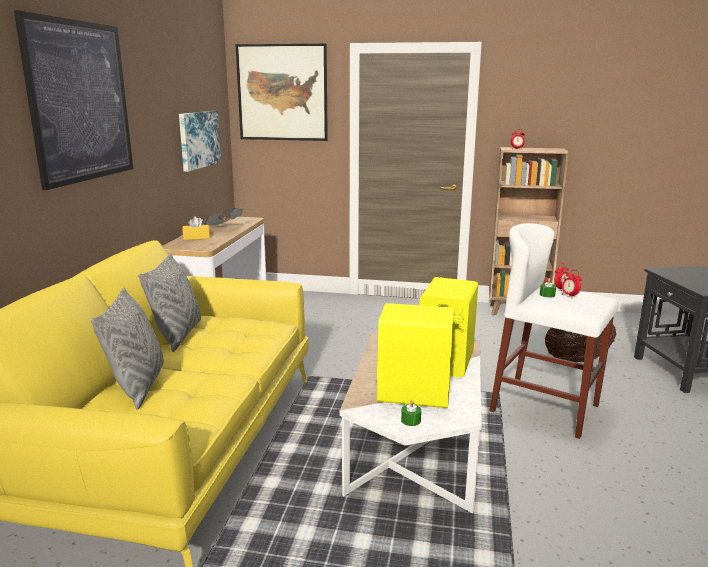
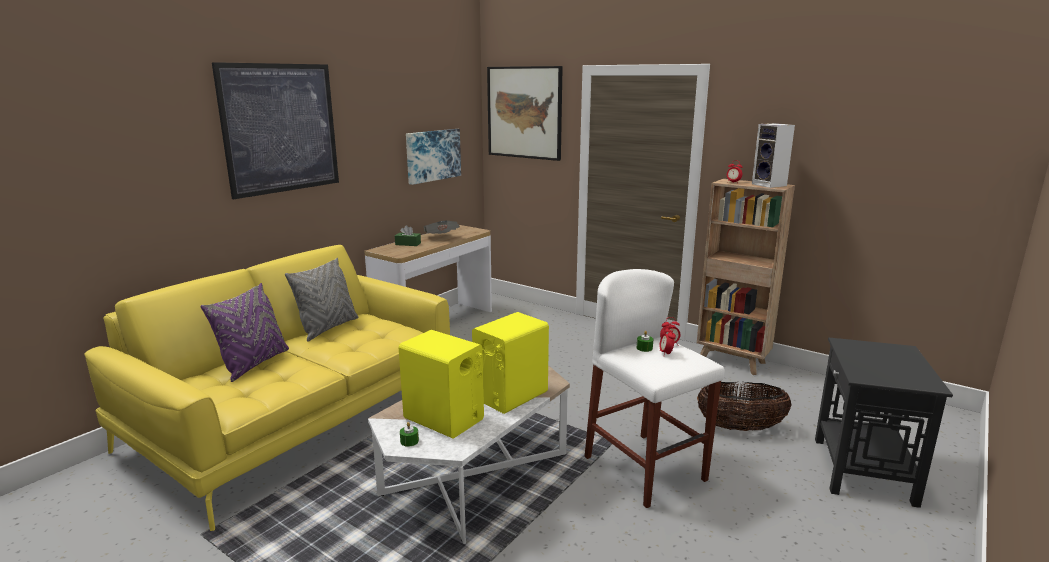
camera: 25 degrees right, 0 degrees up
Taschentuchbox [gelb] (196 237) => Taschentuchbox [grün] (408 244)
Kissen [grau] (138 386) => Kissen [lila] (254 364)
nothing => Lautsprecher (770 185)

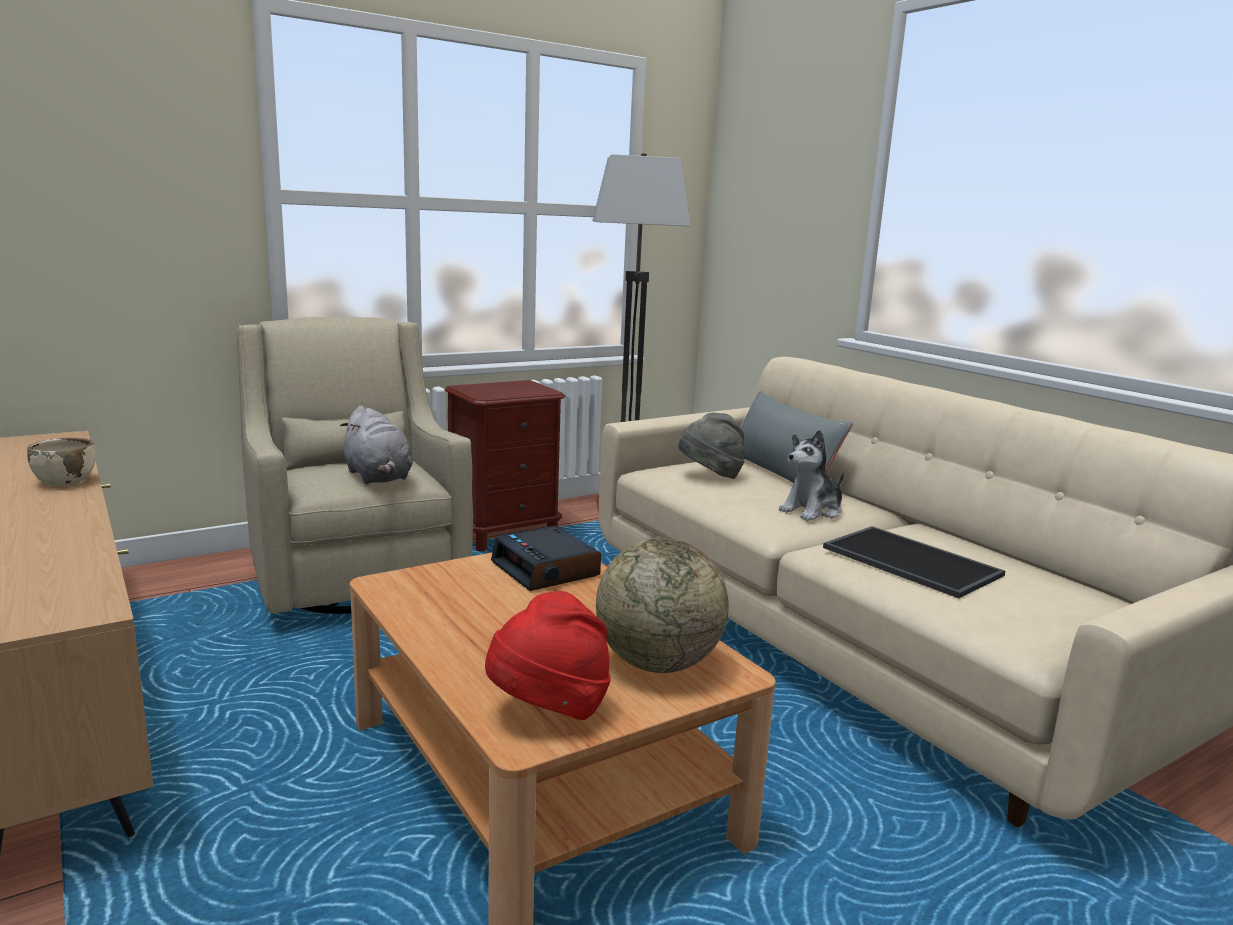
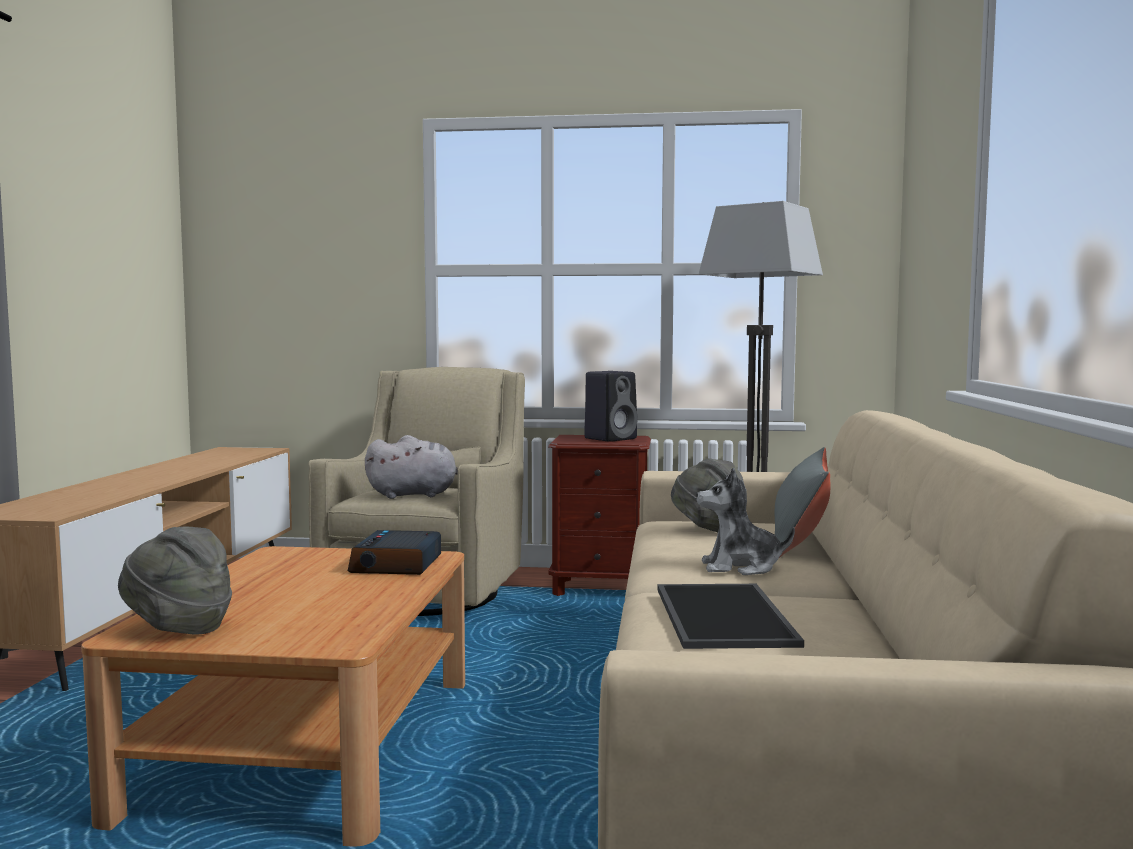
camera: 40 degrees right, 10 degrees down
Plüschtier [grau] (378 477) => Plüschtier [grau] (416 495), 105 degrees counterclockwise
Schüssel [beige] (66 481) => nothing
Globus (657 663) => nothing
Hut [rot] (548 710) => Hut [grau] (178 628)
nothing => Lautsprecher [schwarz] (611 438)

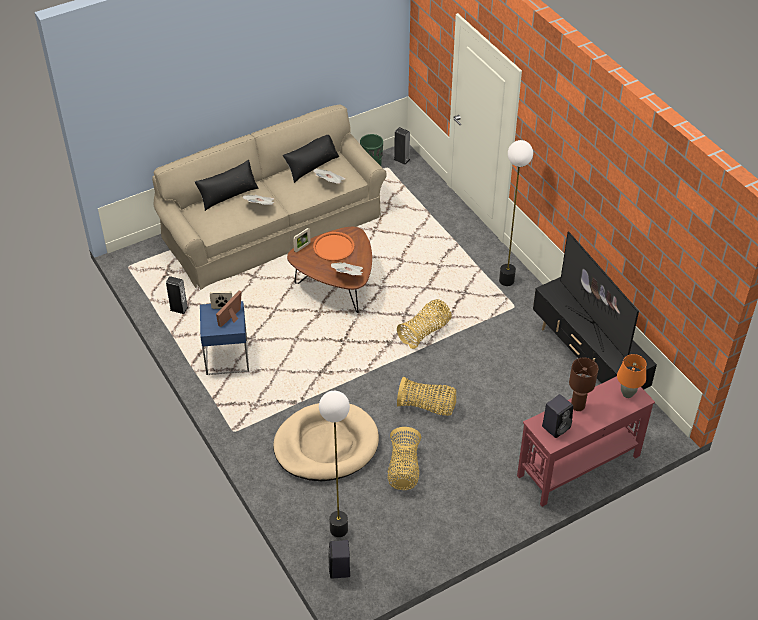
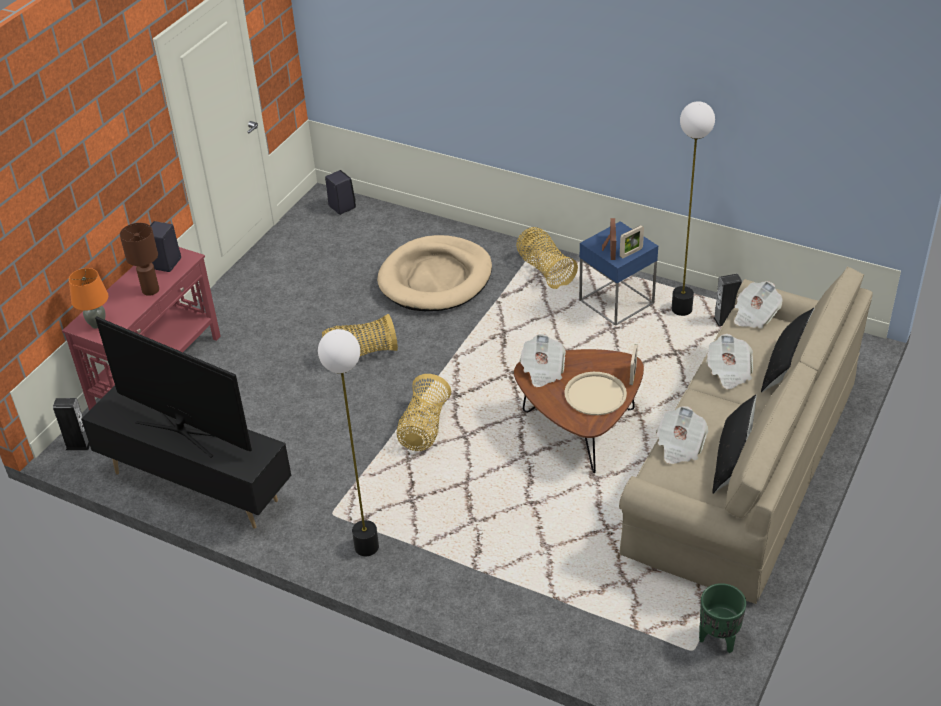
camera: 150 degrees right, 5 degrees down
Lautsprecher (401 159) => Lautsprecher (78 444), moved
Tablett [orange] (333 247) => Tablett [beige] (595 394)
Stehlampe (338 529) => Stehlampe (682 309), moved
Korb (403 469) => Korb (545 270), moved
nothing => Zeitung (754 315)

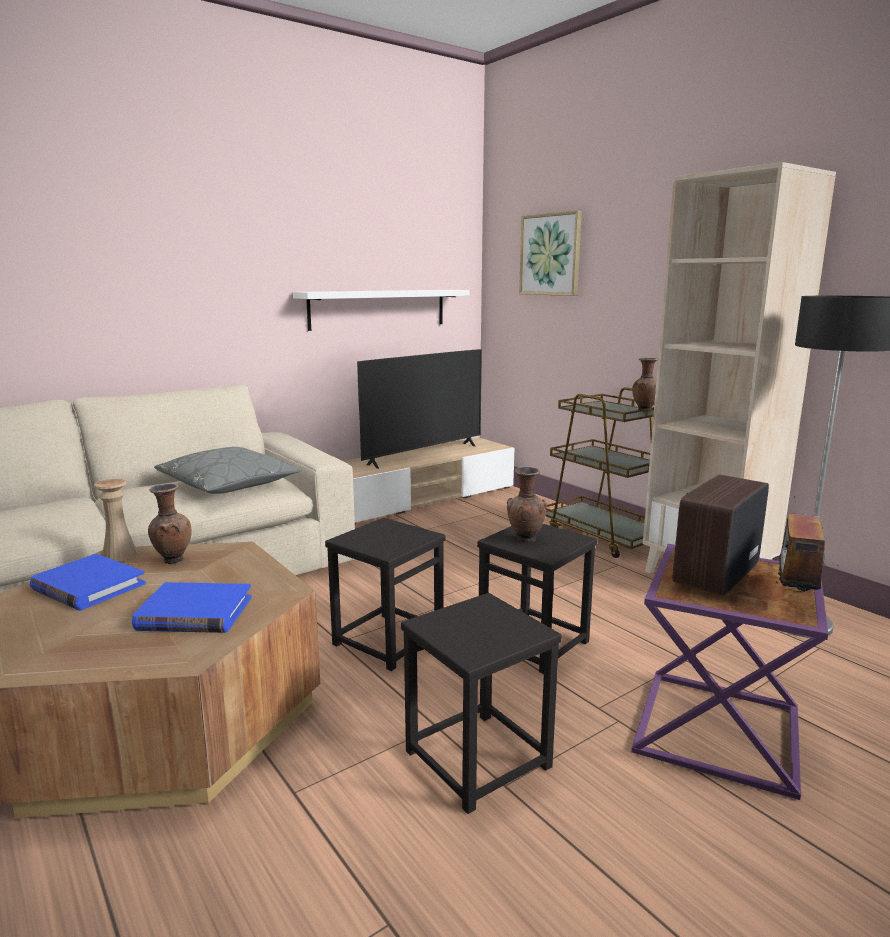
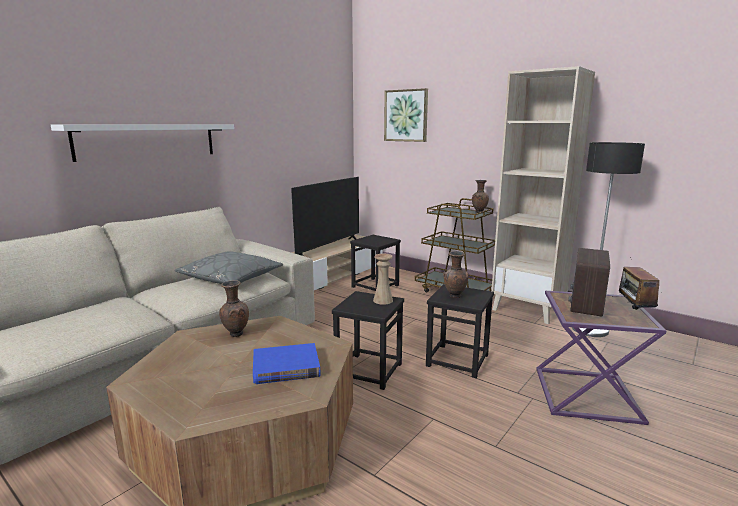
camera: 15 degrees left, 0 degrees up
Wandregal [weiß] (378 309) => Wandregal [weiß] (148 141), moved
Vase [beige] (120 555) => Vase [beige] (383 300), moved
Buch [blau] (88 587) => nothing
Hocker [schwarz] (478 760) => Hocker [schwarz] (375 286), moved

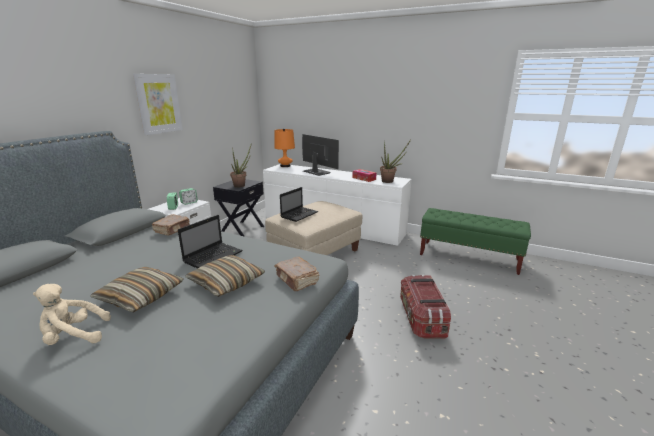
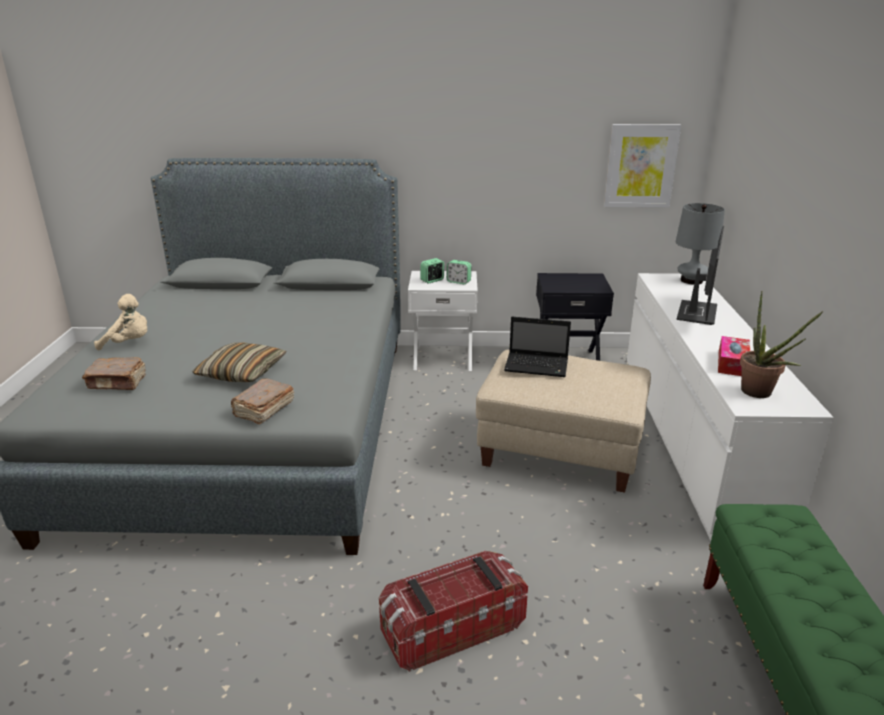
camera: 65 degrees right, 5 degrees up
Bild (158 104) => Bild (641 166), moved
Tischlampe [orange] (285 166) => Tischlampe [grau] (691 280)
Topfpflanze (241 185) => nothing
Buch [braun] (173 230) => Buch [braun] (118 383), moved
Laptop (214 256) => nothing
Kissen (141 296) => nothing
Plüschtier [beige] (74 337) => Plüschtier [beige] (129 343), 135 degrees clockwise

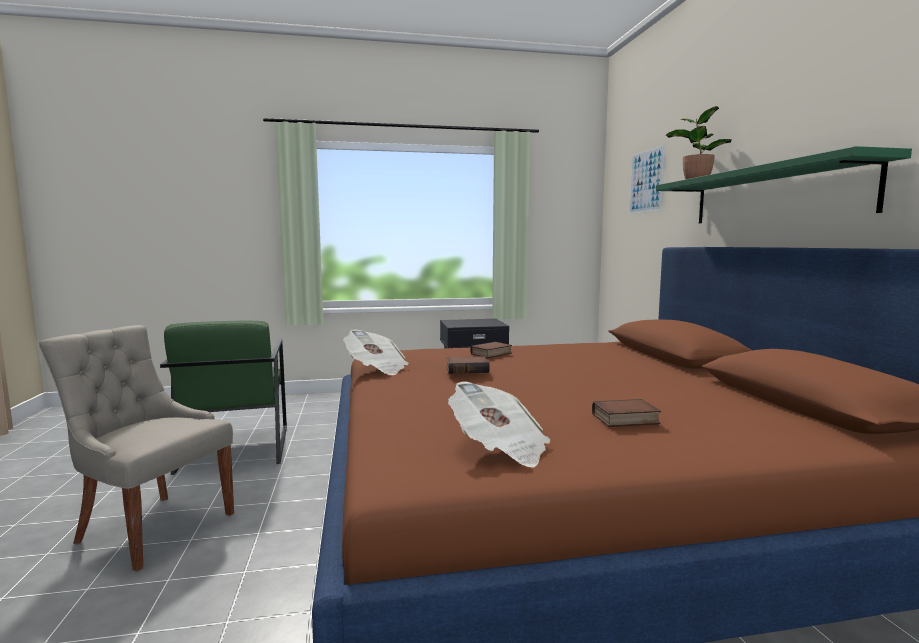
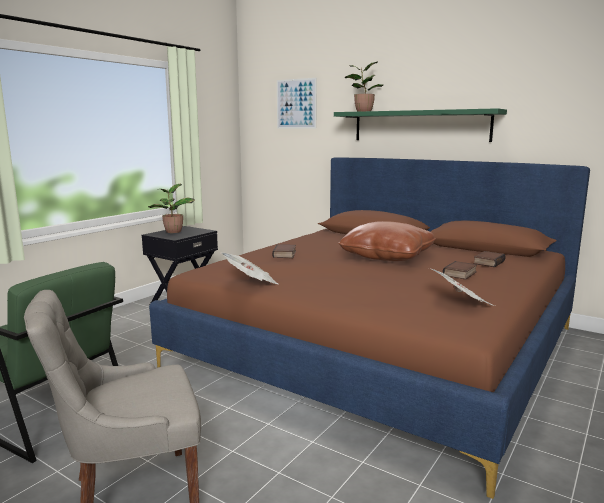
camera: 45 degrees left, 5 degrees up
Buch (467 369) => Buch (488 262), moved
nothing => Topfpflanze (173 231)
nothing => Kissen [braun] (387 257)

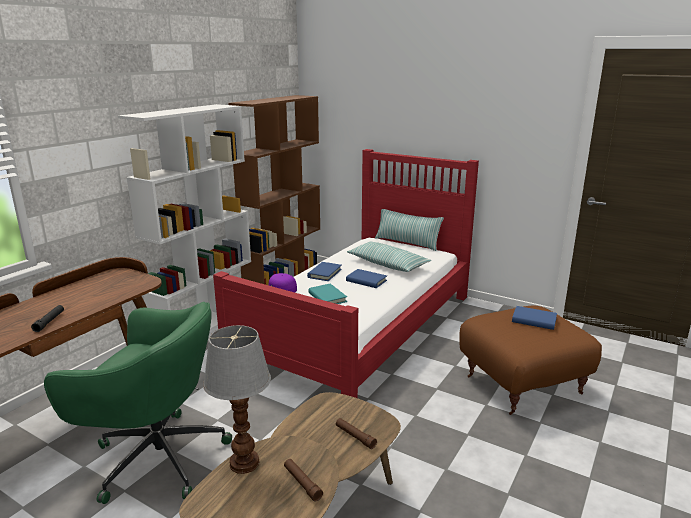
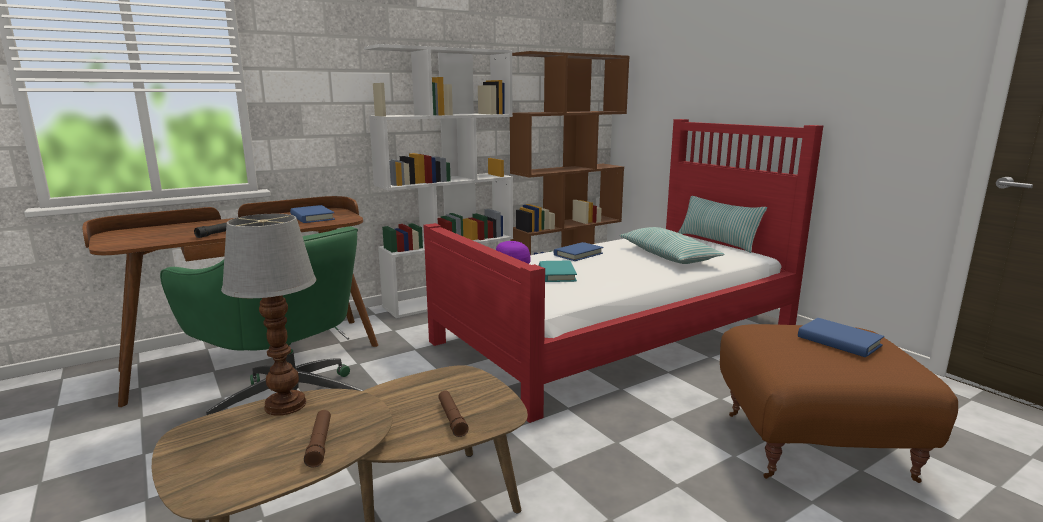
camera: 25 degrees right, 5 degrees down
Buch [blau] (366 281) => Buch [blau] (312 217), moved

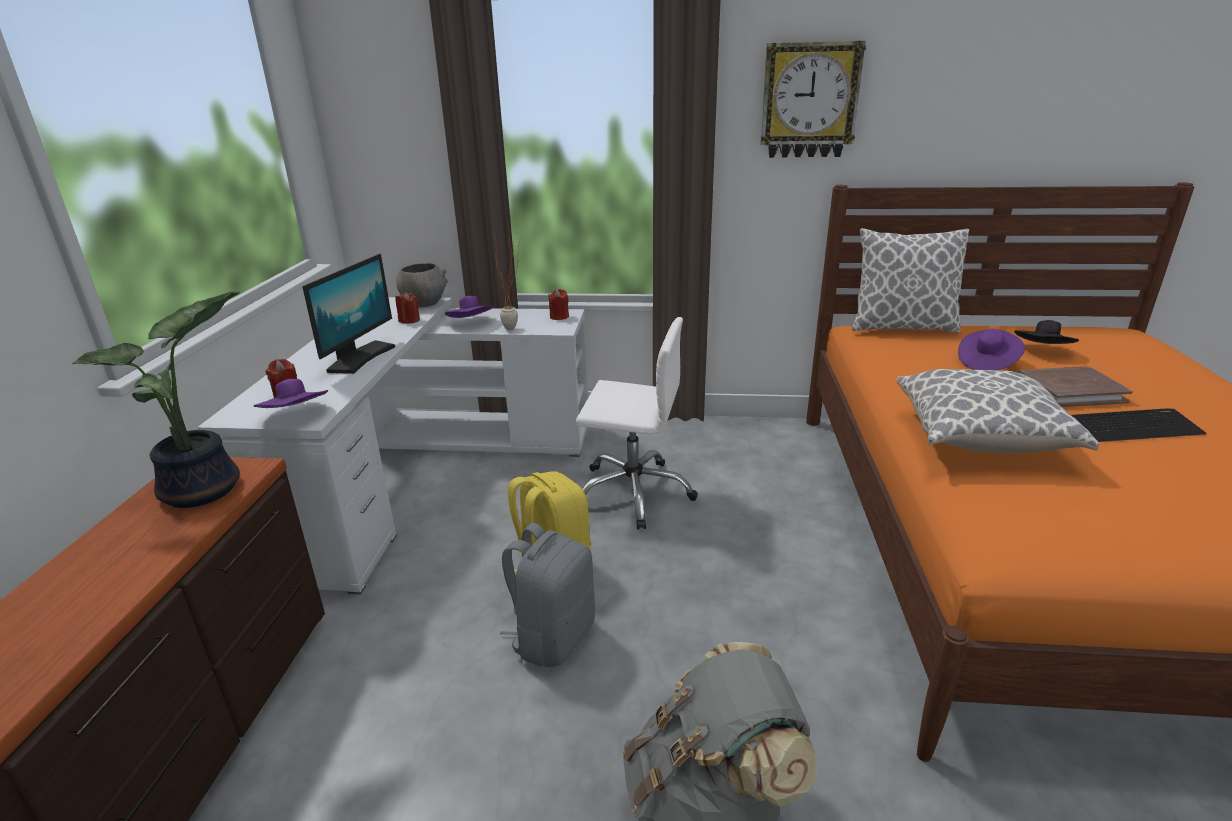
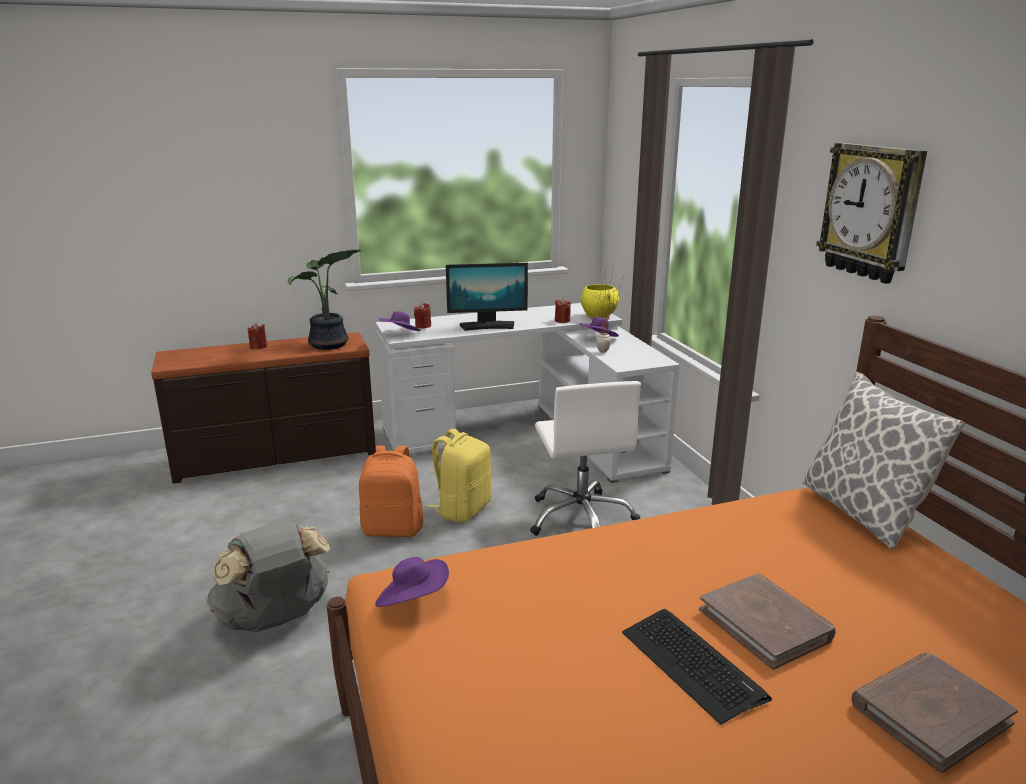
camera: 65 degrees right, 5 degrees down
Schüssel [grau] (424 303) => Schüssel [gelb] (599 316)
Kerze [rot] (559 317) => Kerze [rot] (258 347), moved
Hut [schwarz] (1042 351) => nothing
Hut [lila] (986 363) => Hut [lila] (413 600), moved
Kissen (980 437) => nothing
Rucksack [grau] (553 637) => Rucksack [orange] (393 529)
nothing => Buch [braun] (930 713)

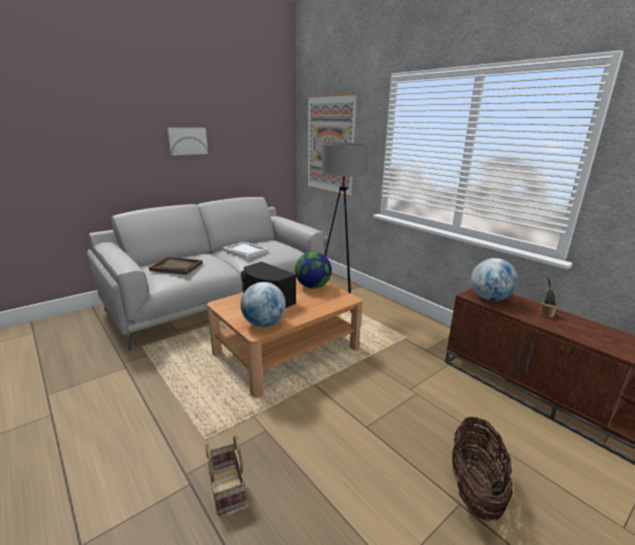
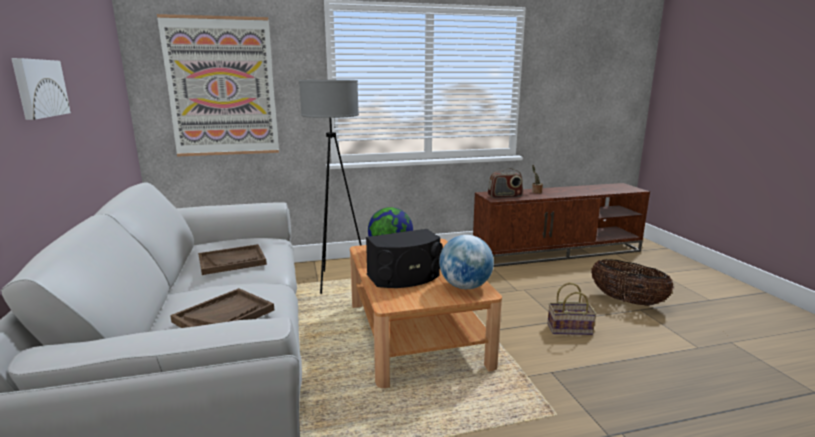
camera: 65 degrees left, 5 degrees down
Tablett [weiß] (245 251) => Tablett [braun] (232 261)
Globus (490 299) => Radio (505 196)
Korb (228 489) => Korb (570 328), moved

